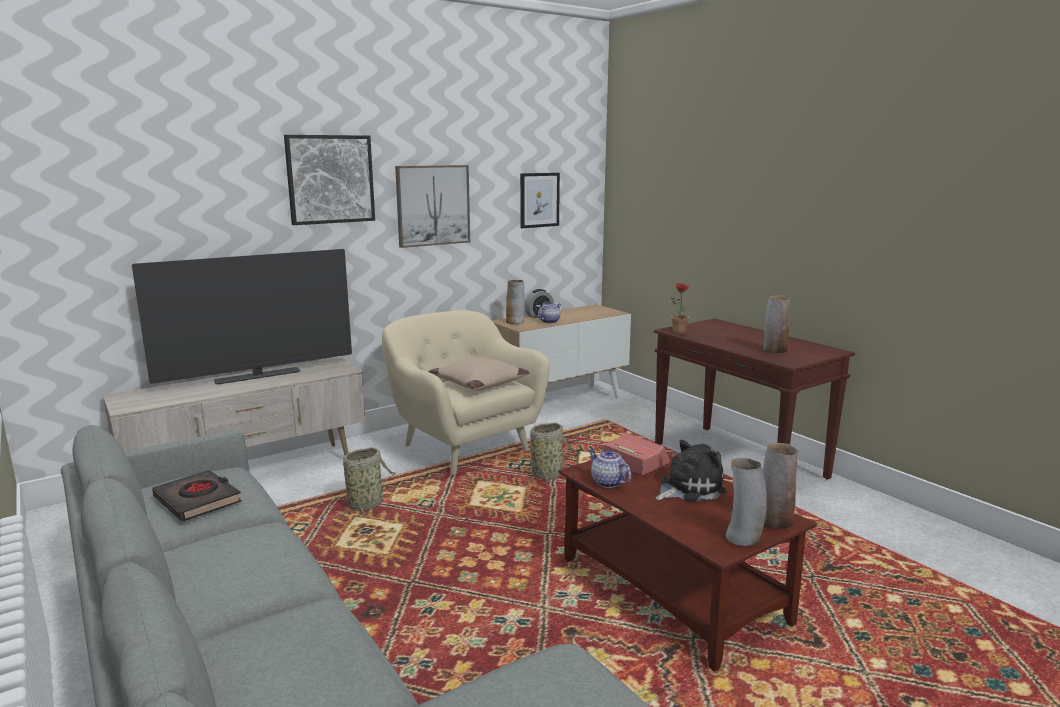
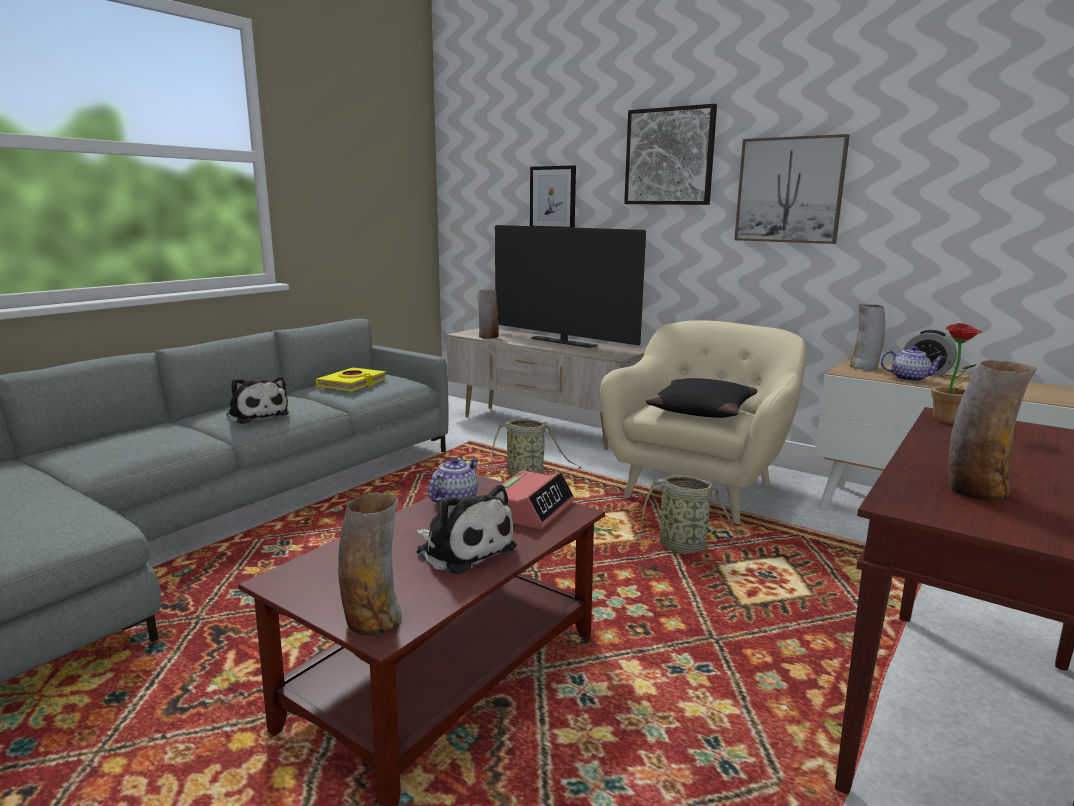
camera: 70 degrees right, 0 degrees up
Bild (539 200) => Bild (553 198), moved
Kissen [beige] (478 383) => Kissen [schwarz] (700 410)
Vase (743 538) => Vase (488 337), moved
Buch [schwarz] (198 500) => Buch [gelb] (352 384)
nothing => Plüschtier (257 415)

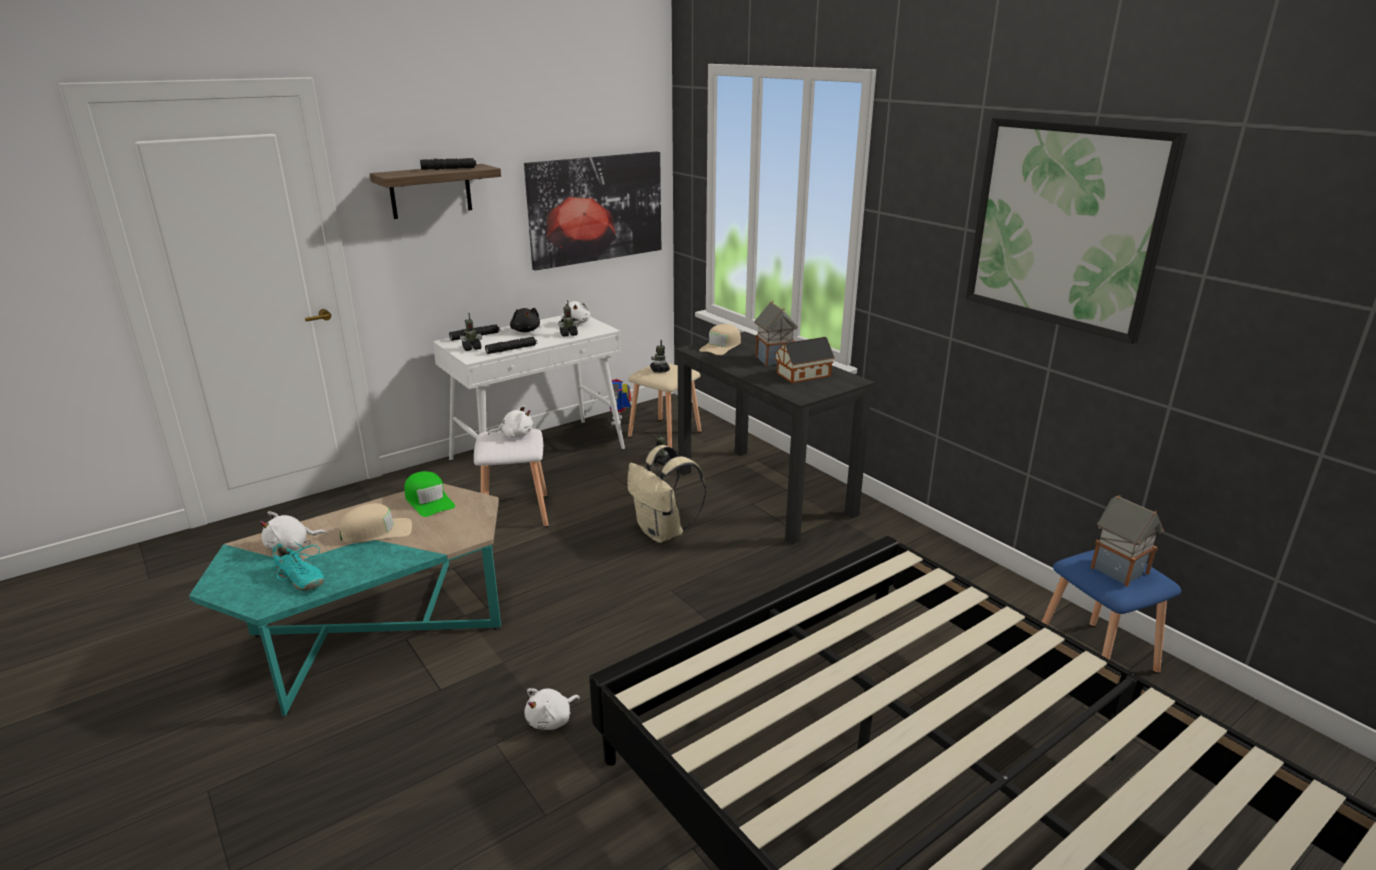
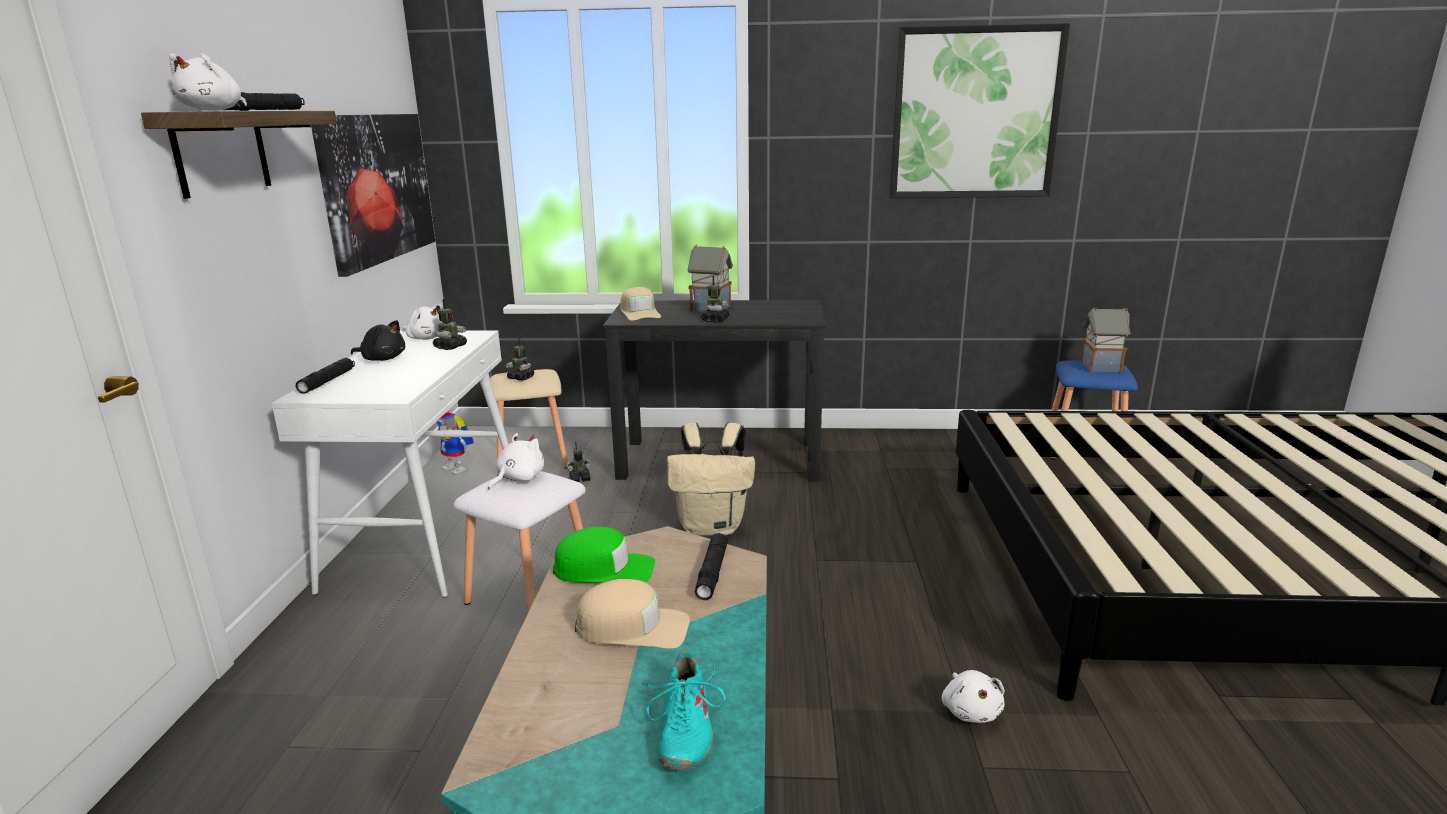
camera: 50 degrees left, 5 degrees down
Spielzeugroboter (472 348) => Spielzeugroboter (715 320), moved
Taschenlampe [schwarz] (511 349) => Taschenlampe [schwarz] (712 572), moved
Spielzeughaus (801 374) => nothing
Kappe [beige] (377 531) => Kappe [beige] (633 628), 75 degrees clockwise
Plüschtier [weiß] (291 546) => Plüschtier [weiß] (214 110), moved
Schuh [türkis] (299 579) => Schuh [türkis] (684 729), 105 degrees clockwise

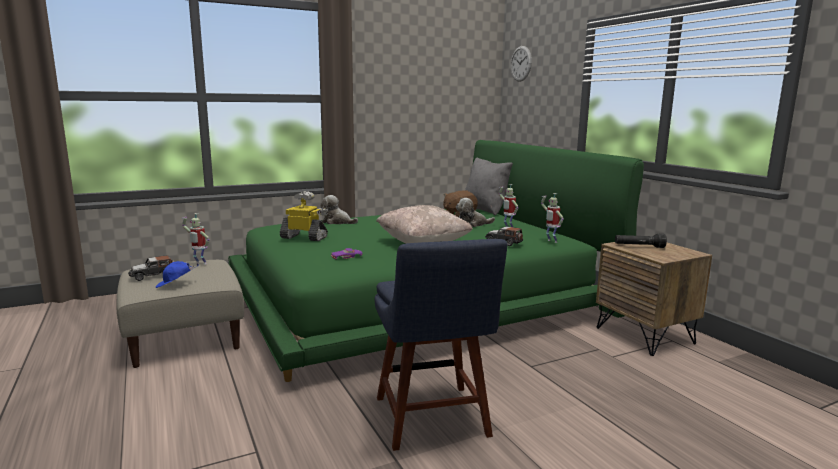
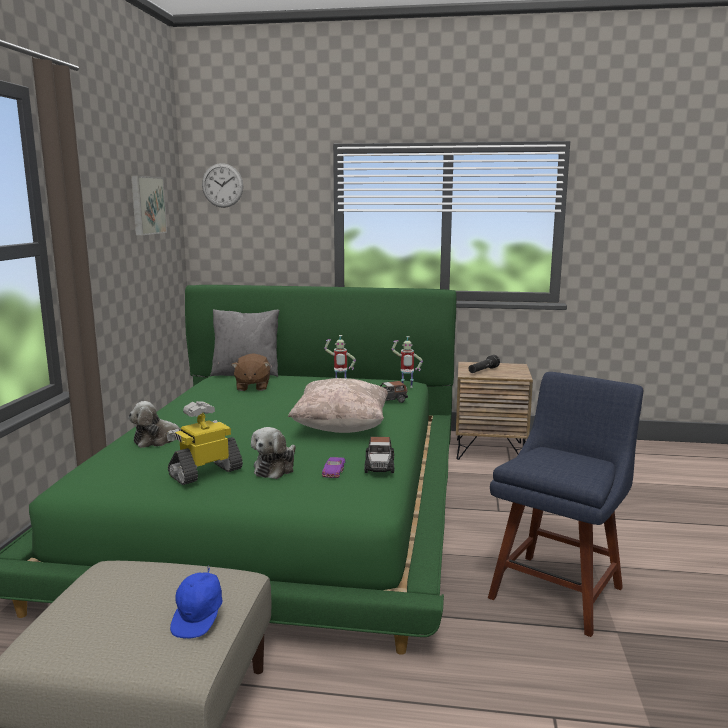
camera: 55 degrees left, 0 degrees up
Plüschtier (472 224) => Plüschtier (276 468), moved
Spielzeugroboter (199 264) => nothing
Stuhl [blau] (433 420) => Stuhl [blau] (558 589), 75 degrees counterclockwise
Spielzeugauto (152 275) => Spielzeugauto (379 466), moved
nothing => Bild (146 205)

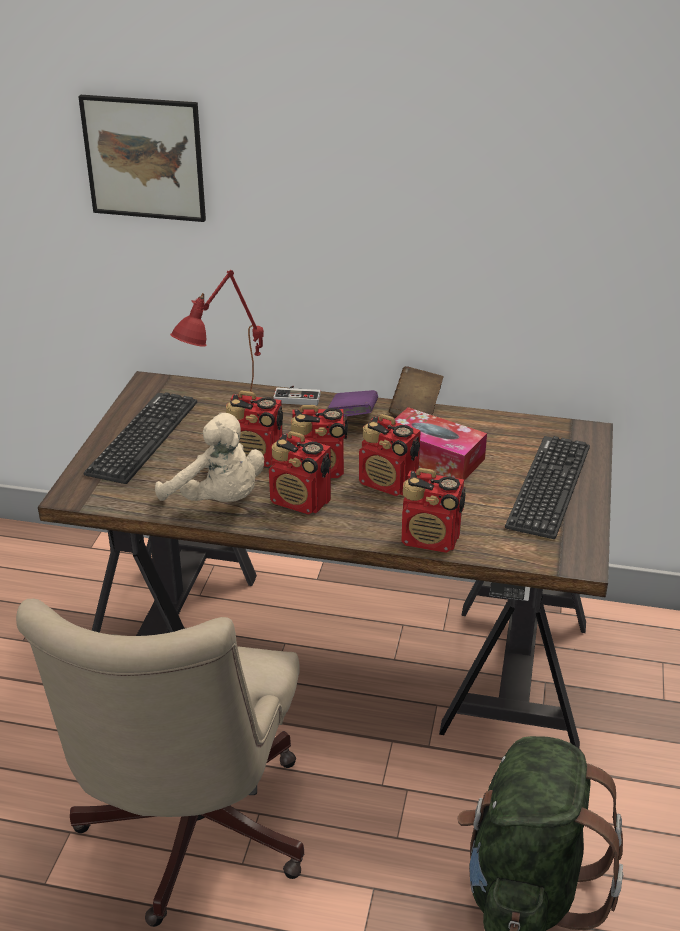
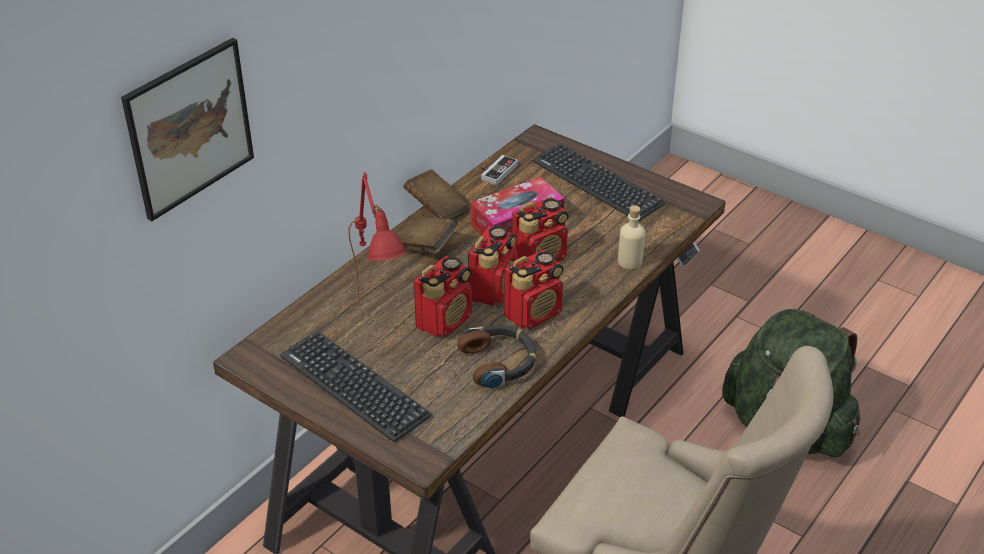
camera: 65 degrees left, 5 degrees up
Gamepad (297 397) => Gamepad (495 171), moved
Buch [lila] (353 417) => Buch [braun] (423 246)
Plüschtier [beige] (218 501) => Kopfhörer (499 362)
Radio (431 540) => Flasche [beige] (630 261)

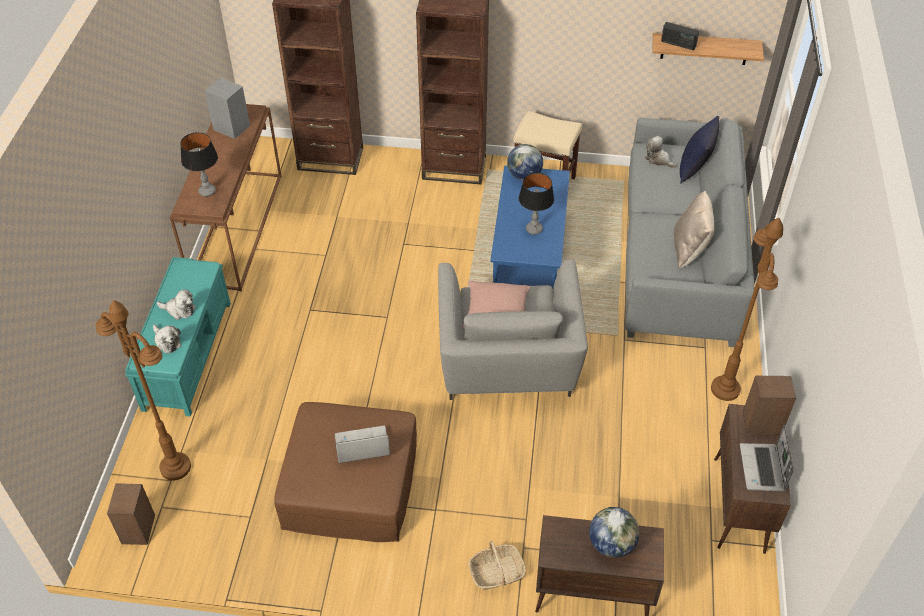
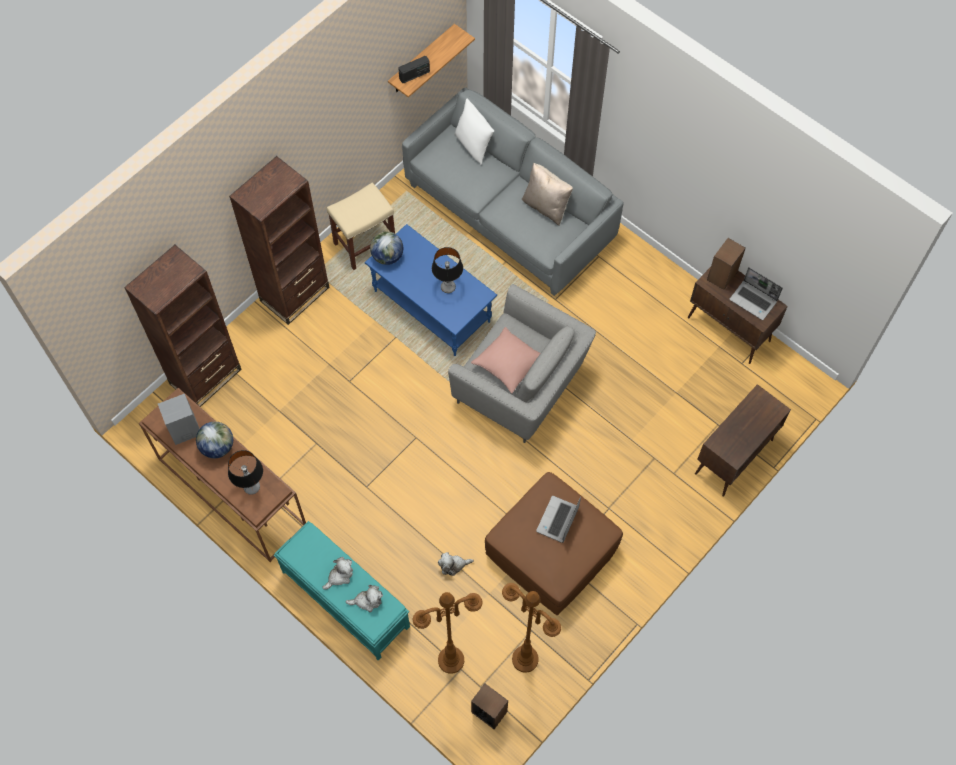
camera: 55 degrees left, 15 degrees up
Kissen [blau] (694 169) => Kissen [weiß] (473 145)
Plüschtier (658 159) => Plüschtier (453 565), moved
Stehlampe [braun] (725 389) => Stehlampe [braun] (525 659), moved
Globus (611 544) => Globus (217 447), moved
Korb (496 573) => nothing

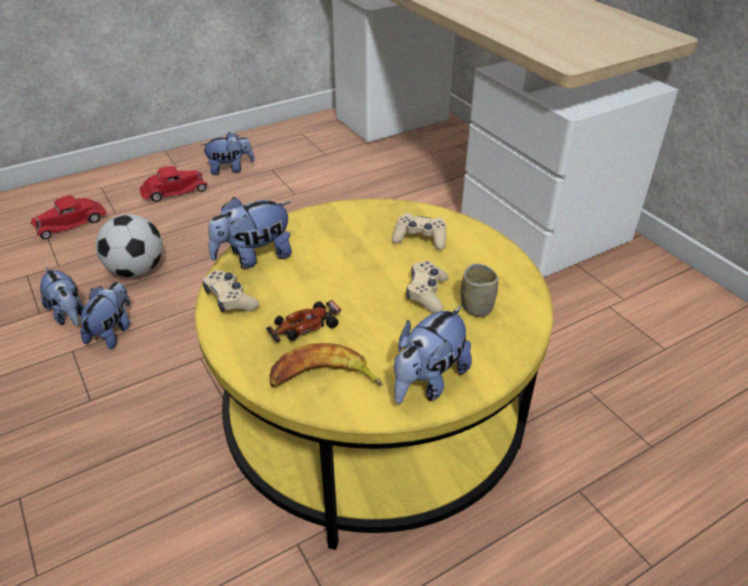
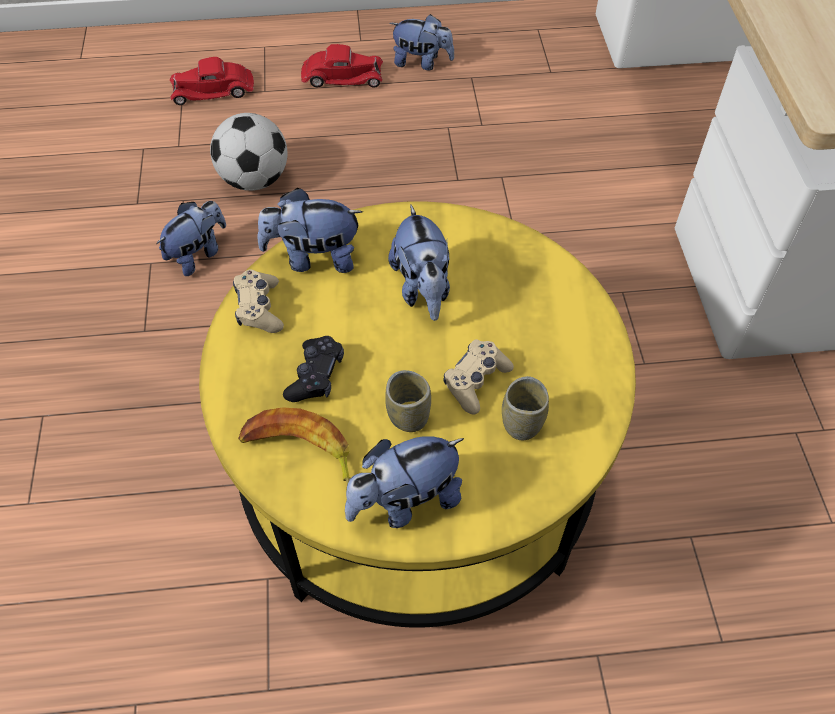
camera: 25 degrees right, 15 degrees up
Gamepad [beige] (420 239) => nothing
Plüschtier (69 314) => Plüschtier (422 289), moved
Spielzeugauto (304 327) => Gamepad [schwarz] (316 376)
nothing => Tasse (408 416)

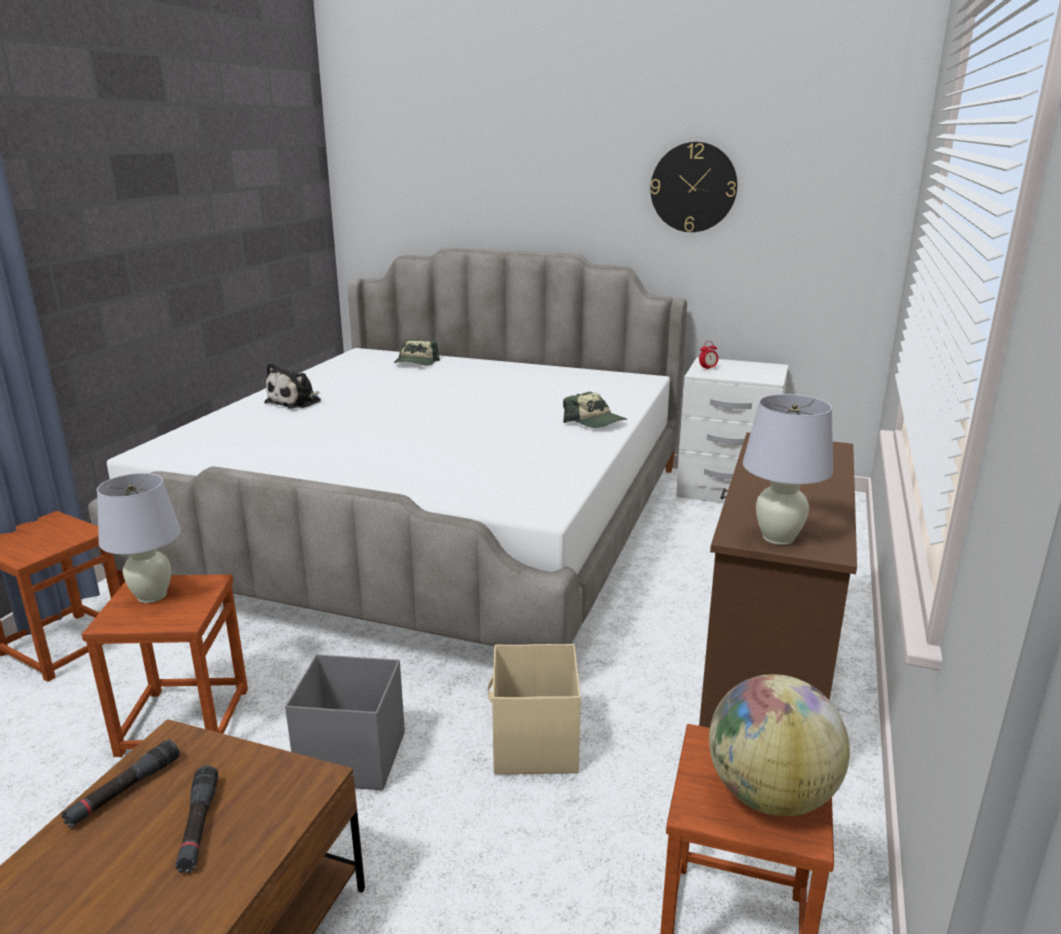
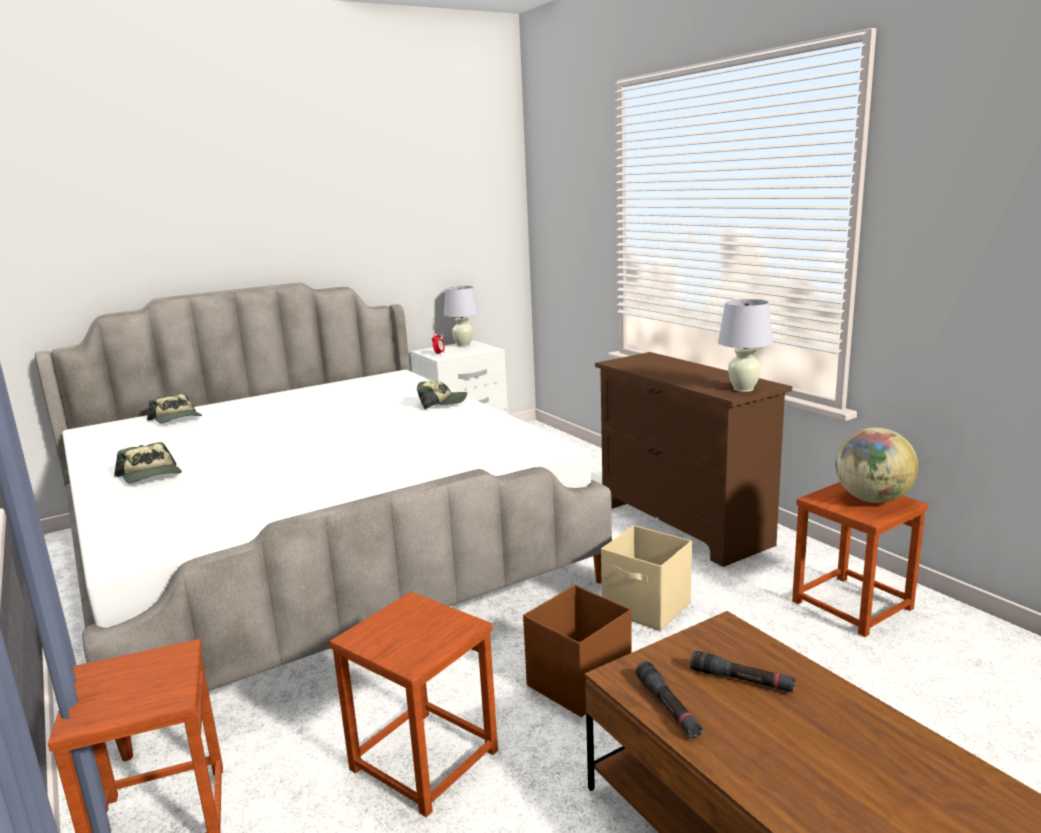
camera: 50 degrees left, 5 degrees down
Wanduhr (693 187) => nothing
Plüschtier (296 402) => Kappe (151 476)
Tischlampe [weiß] (152 596) => Tischlampe [weiß] (463 345), moved
Aufbewahrungsbox [grau] (351 757) => Aufbewahrungsbox [braun] (577 683)

